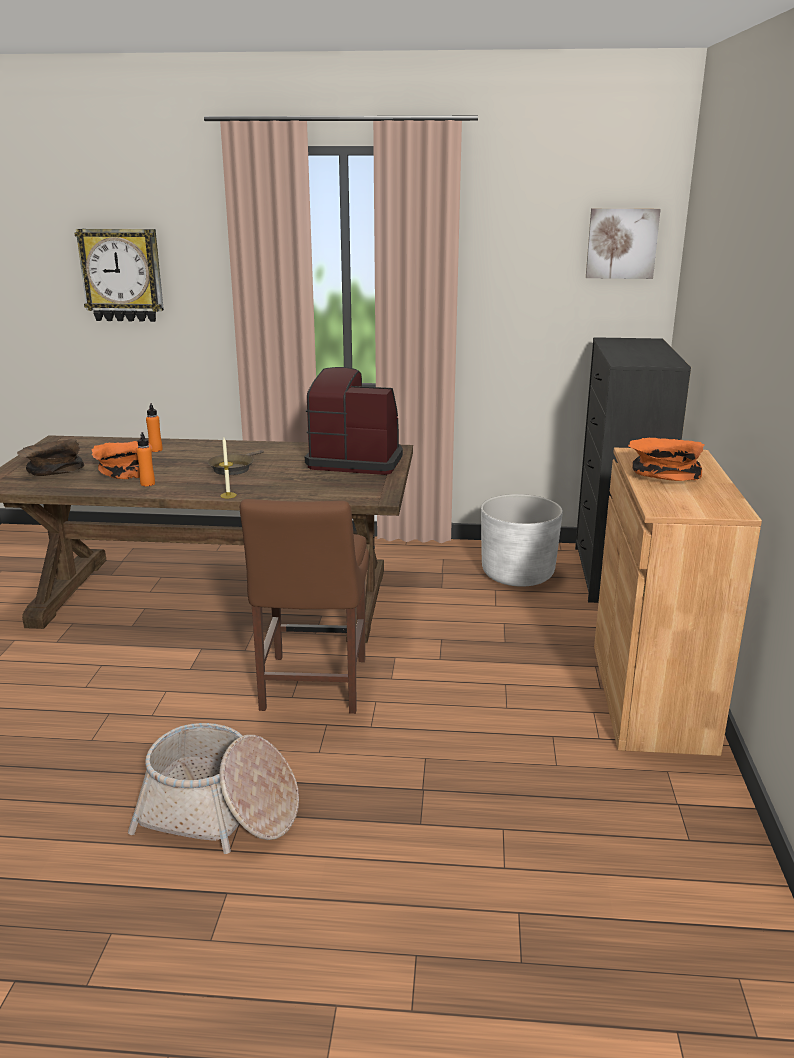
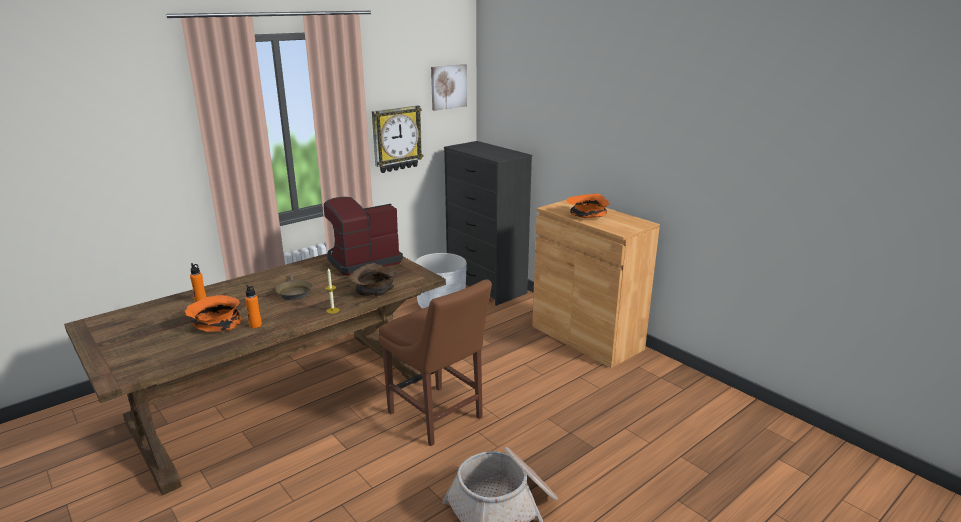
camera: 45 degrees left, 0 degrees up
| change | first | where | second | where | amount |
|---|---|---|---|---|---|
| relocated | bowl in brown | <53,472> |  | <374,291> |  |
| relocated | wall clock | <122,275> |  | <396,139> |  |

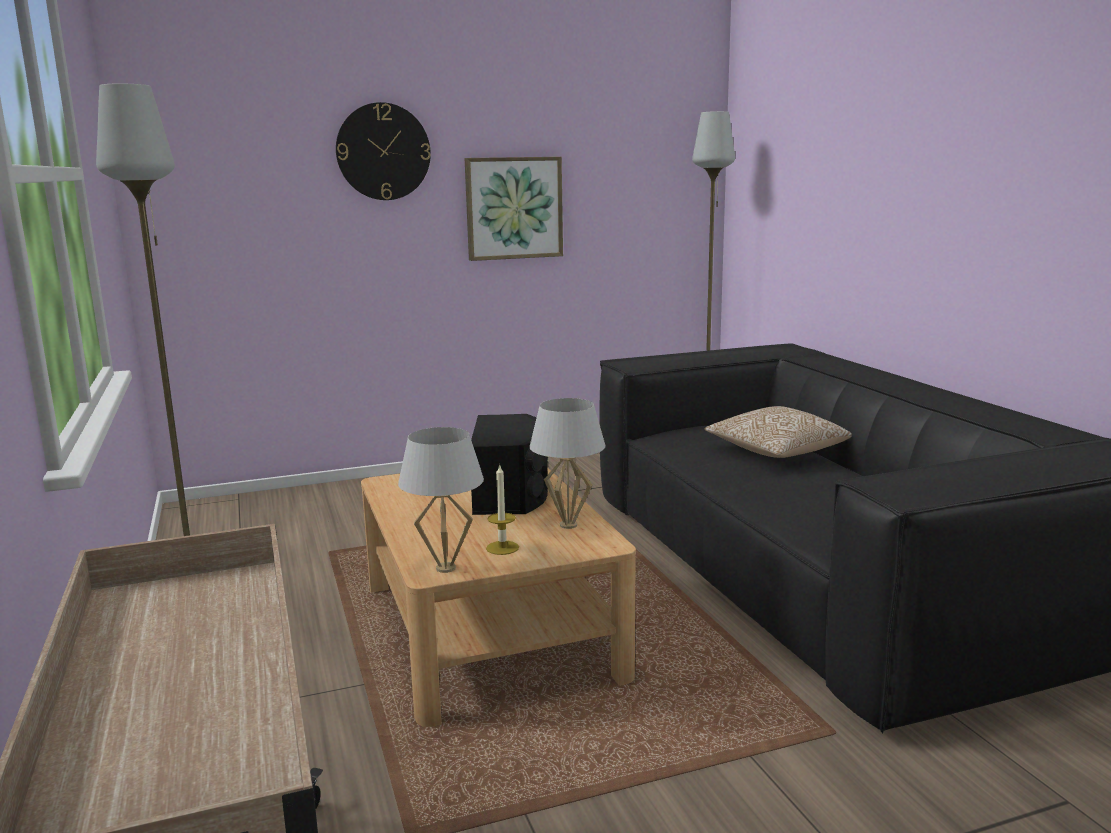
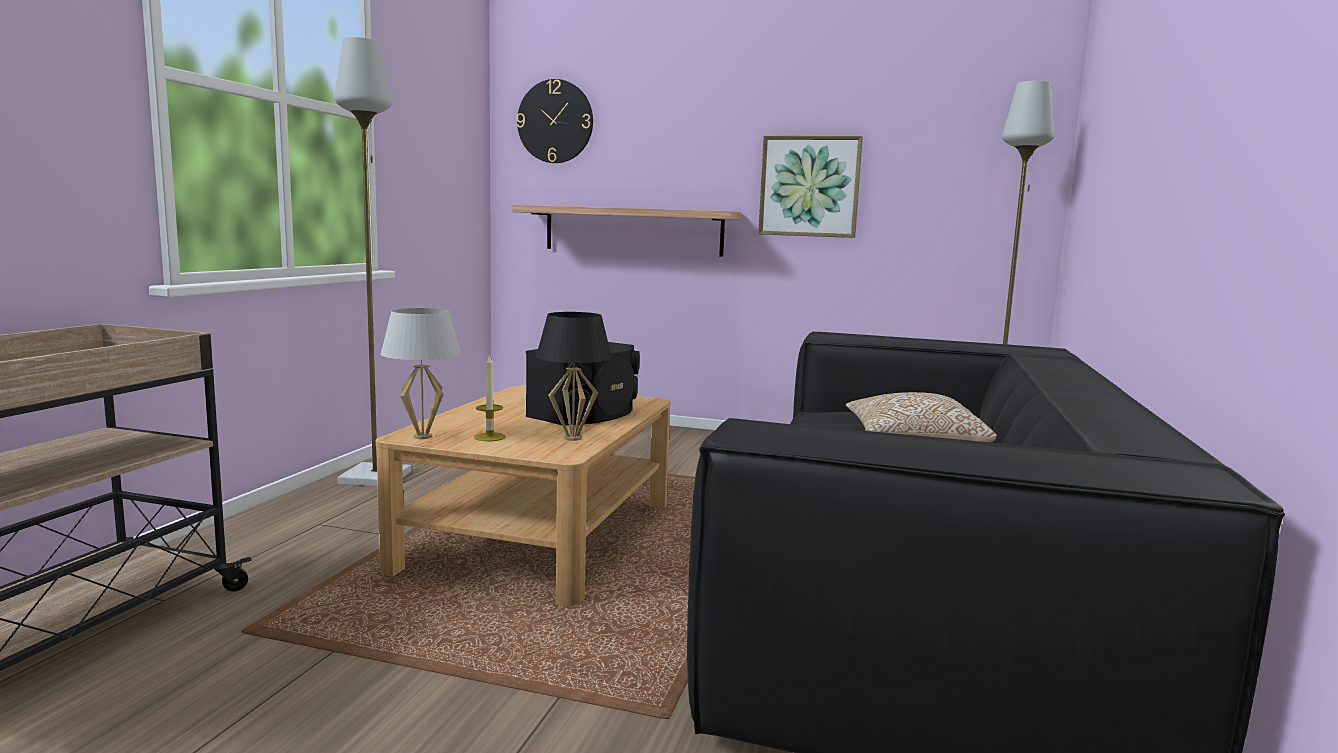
camera: 35 degrees right, 5 degrees down
| change | first | where | second | where | amount |
|---|---|---|---|---|---|
| appeared |  |  | shelf | <633,230> |  |
| relocated | wall clock | <383,152> |  | <555,121> |  |
| colour | table lamp in white | <568,525> | table lamp in black | <572,438> |  |

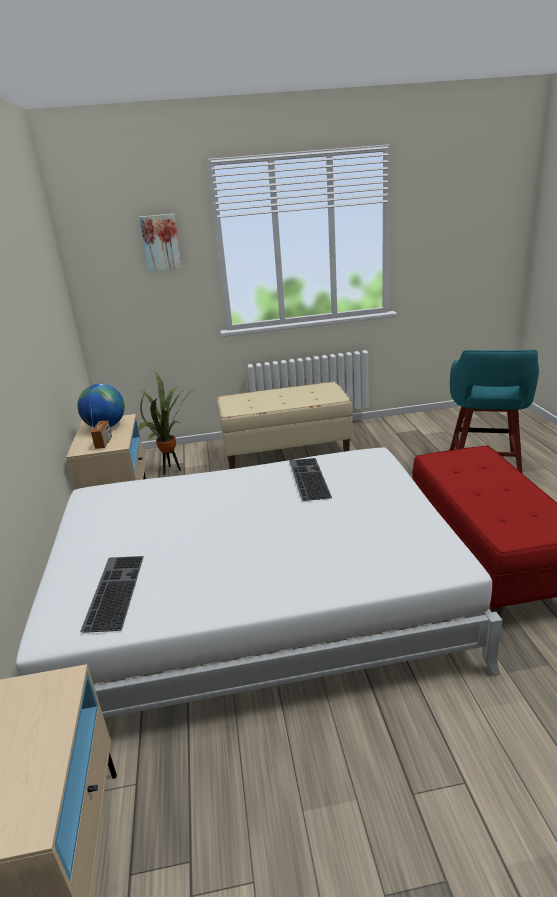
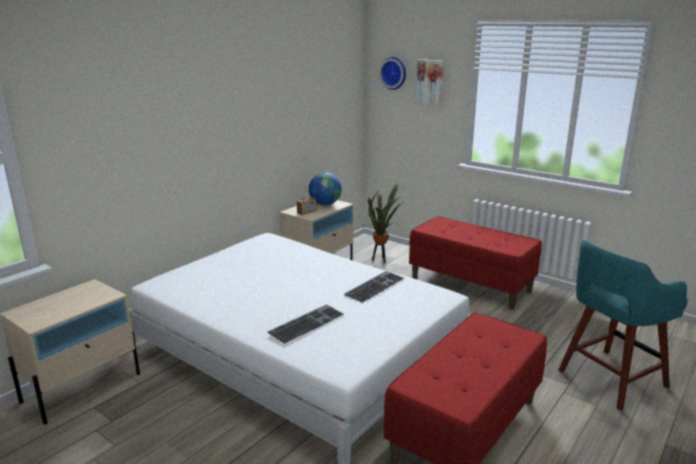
camera: 45 degrees right, 5 degrees down
| change | first | where | second | where | amount |
|---|---|---|---|---|---|
| appeared |  |  | wall clock | <394,73> |  |
| relocated | keyboard | <113,591> |  | <306,322> |  |
| colour | bench in beige | <286,451> | bench in red | <470,284> |  |

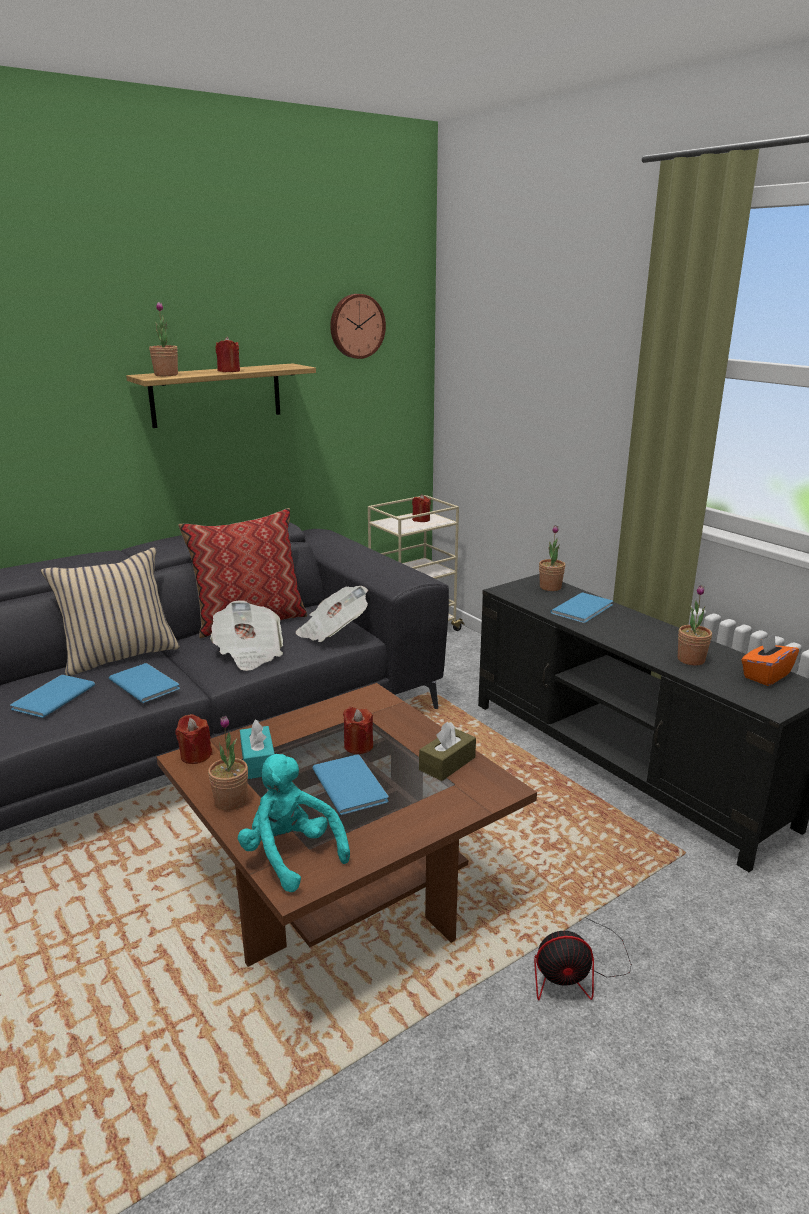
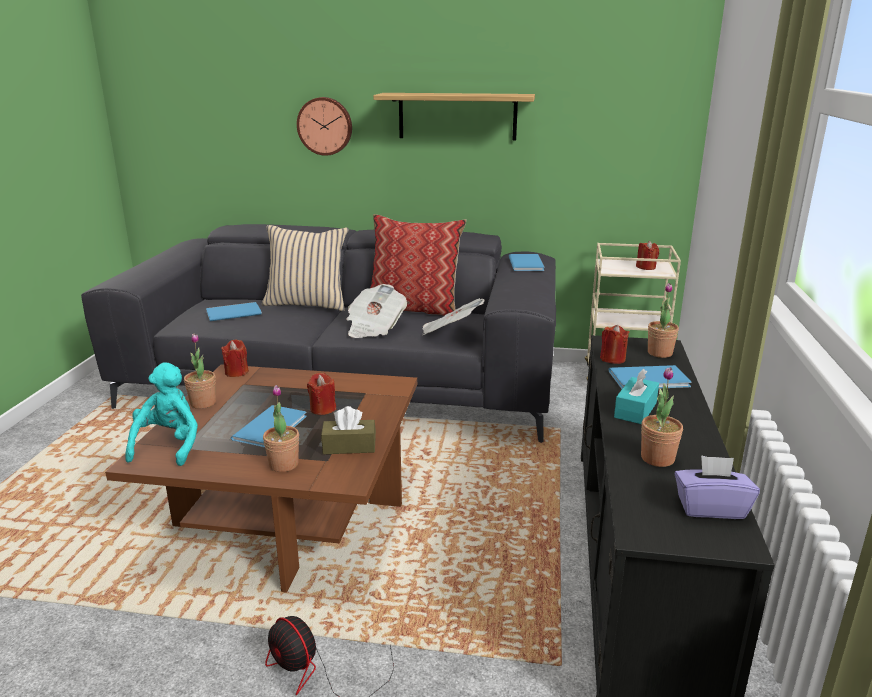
camera: 45 degrees right, 0 degrees up
| change | first | where | second | where | amount |
|---|---|---|---|---|---|
| relocated | book in blue | <145,683> |  | <527,263> |  |
| relocated | potted plant | <166,375> |  | <283,464> |  |
| relocated | candle in red | <229,371> |  | <612,359> |  |
| relocated | tissue box in turquoise | <258,762> |  | <635,410> |  |
| relocated | wall clock | <356,326> |  | <325,126> |  |
| colour | tissue box in orange | <765,675> | tissue box in purple | <710,508> |  |

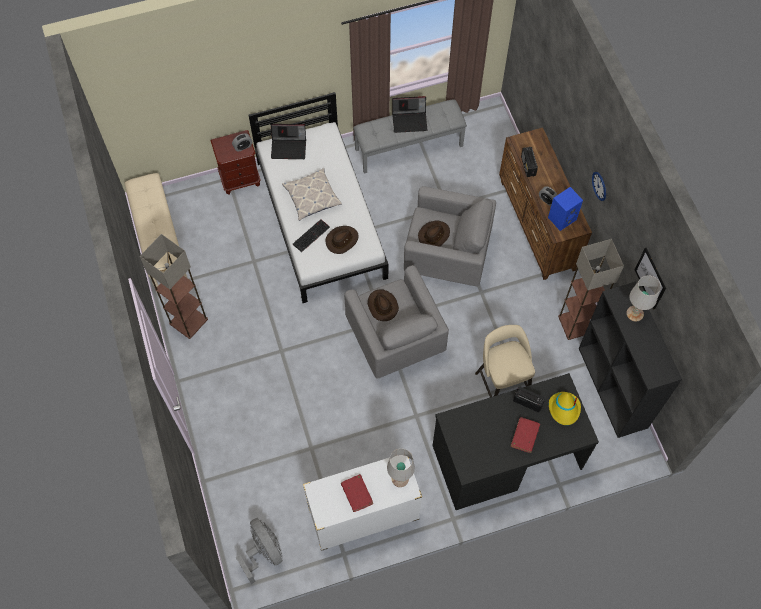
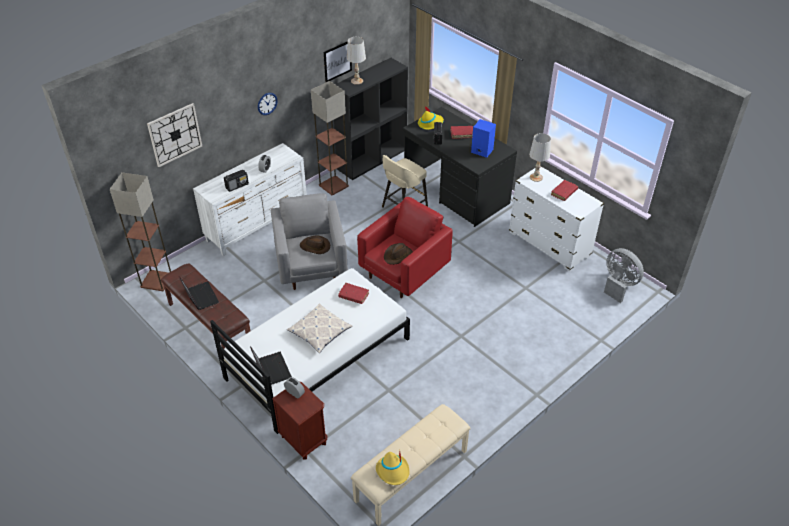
camera: 115 degrees left, 20 degrees down
| change | first | where | second | where | amount |
|---|---|---|---|---|---|
| missing | keyboard | <311,235> |  |  |  |
| appeared |  |  | wall clock | <175,134> |  |
| appeared |  |  | hat in yellow | <393,471> |  |
| relocated | floor lamp | <188,320> |  | <156,281> |  |
| relocated | speaker in blue | <562,218> |  | <481,151> |  |
| exchanged | hat in brown | <342,240> | book in red | <353,295> |  |
| colour | armchair in grey | <394,337> | armchair in red | <404,272> |  |
| colour | bench in grey | <409,147> | bench in brown | <209,324> |  |
| colour | dresser in brown | <537,226> | dresser in white | <257,225> |  |
| spun | fan in grey | <263,552> |  | <618,284> | 105 degrees clockwise |

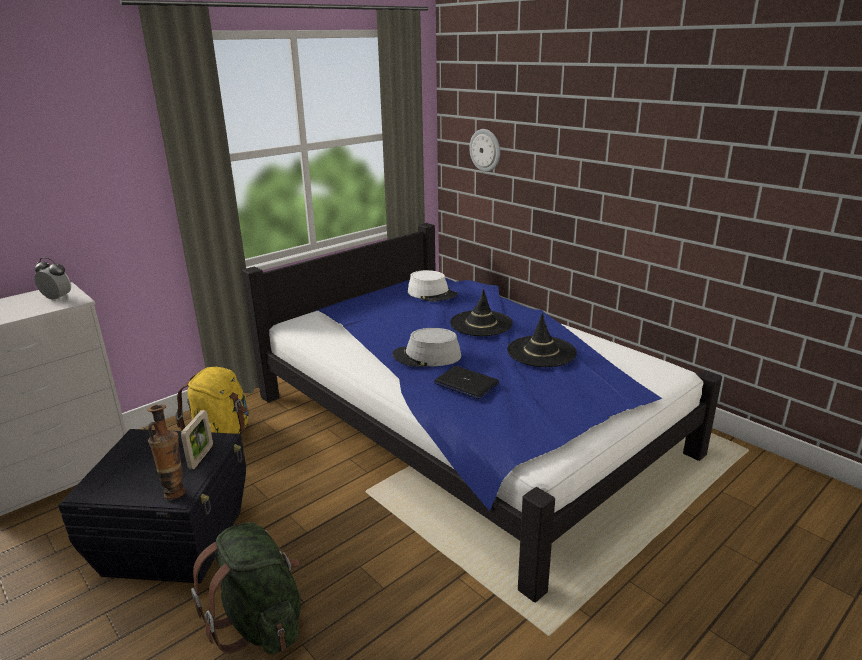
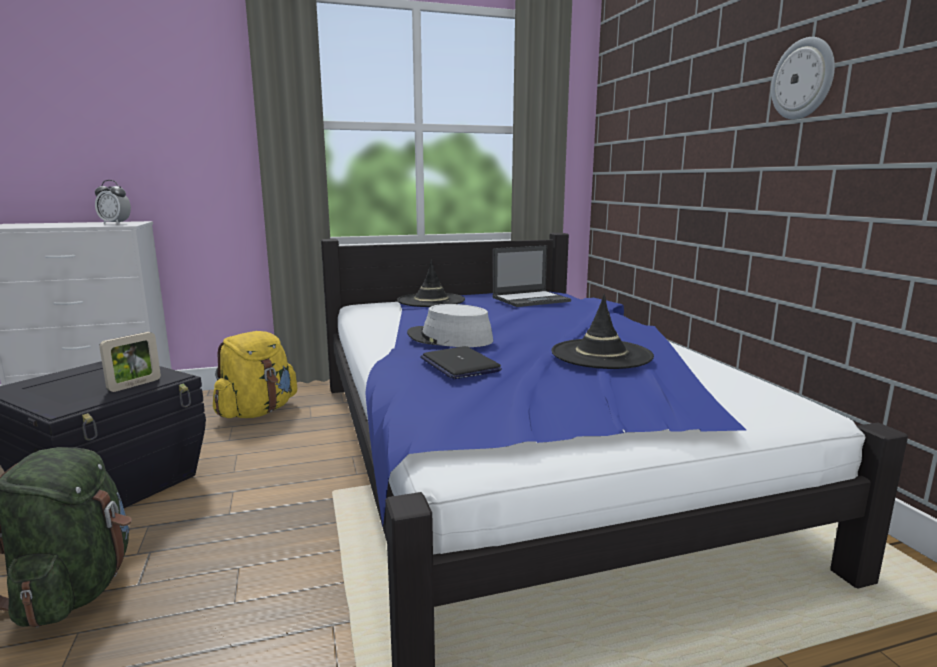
camera: 25 degrees right, 10 degrees down
| change | first | where | second | where | amount |
|---|---|---|---|---|---|
| missing | vase | <175,491> |  |  |  |
| relocated | hat in black | <481,323> |  | <431,300> |  |
| relocated | wall clock | <485,150> |  | <803,79> |  |
| exchanged | hat in white | <432,294> | laptop | <531,299> |  |
| spun | alarm clock | <57,299> |  | <115,223> | 150 degrees clockwise |

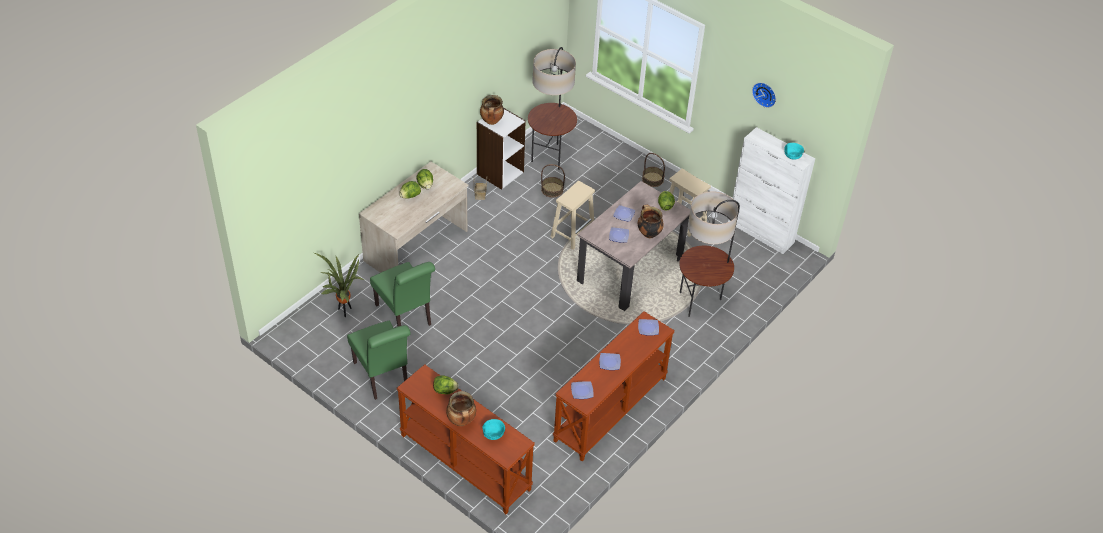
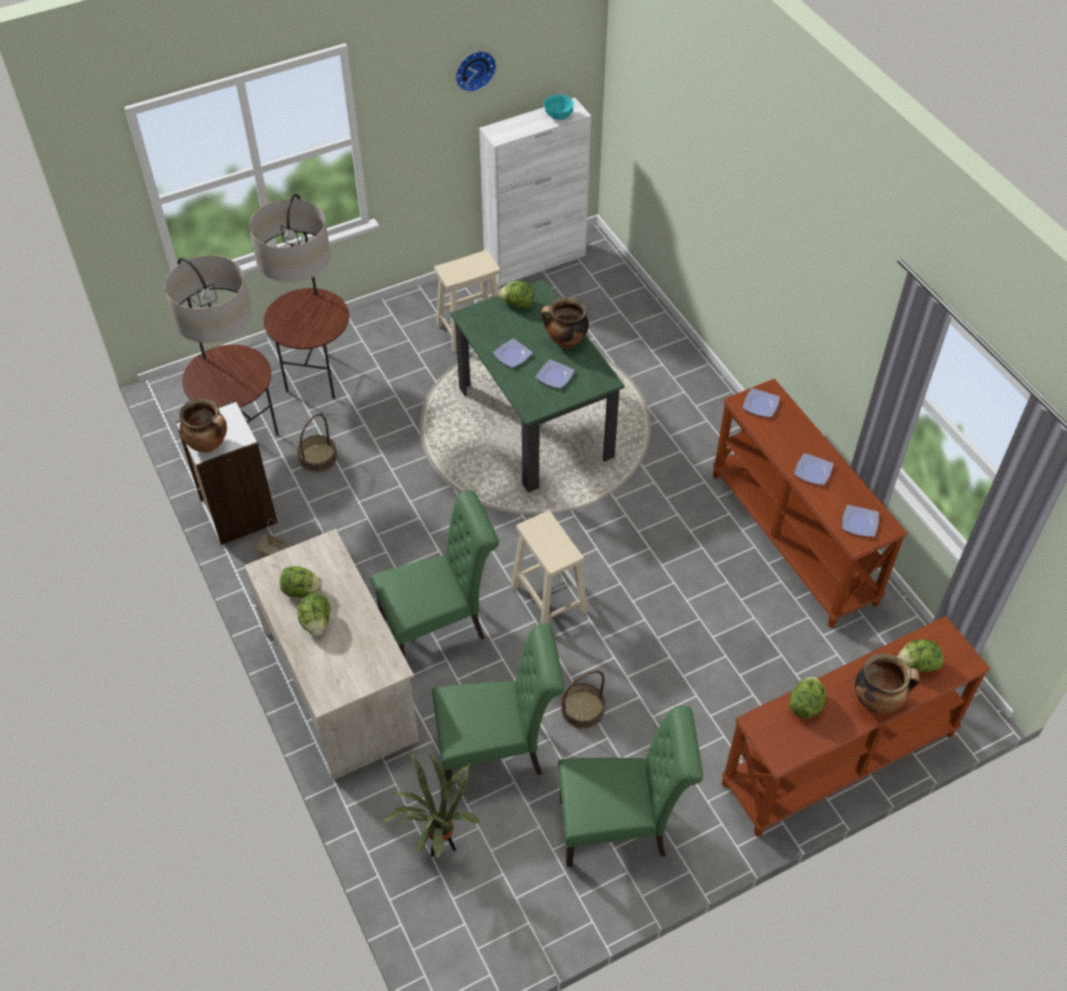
camera: 65 degrees left, 5 degrees up
| change | first | where | second | where | amount |
|---|---|---|---|---|---|
| appeared |  |  | chair in green | <439,627> |  |
| relocated | stool in beige | <573,233> |  | <547,598> |  |
| relocated | basket | <652,179> |  | <582,709> |  |
| relocated | floor lamp | <700,302> |  | <317,376> |  |
| exchanged | bowl in turquoise | <493,434> | lettuce | <917,665> |  |
| colour | dining table in beige | <630,269> | dining table in green | <535,422> |  |

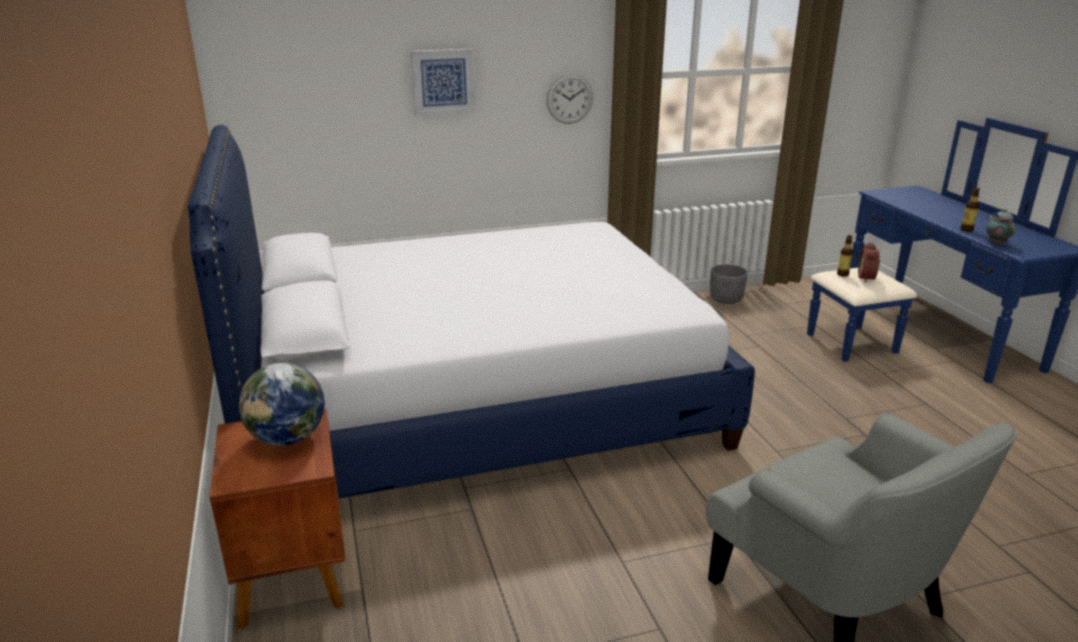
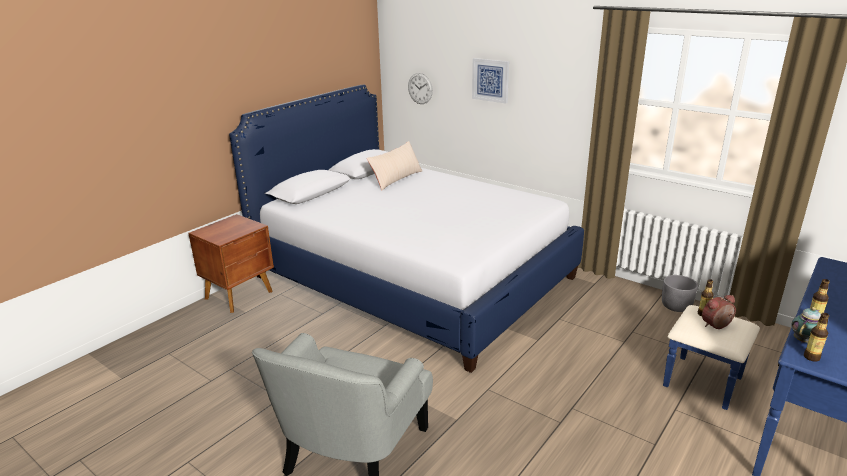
camera: 55 degrees right, 0 degrees up
| change | first | where | second | where | amount |
|---|---|---|---|---|---|
| missing | globe | <287,439> |  |  |  |
| appeared |  |  | pillow in beige | <396,179> |  |
| appeared |  |  | bottle | <811,357> |  |
| relocated | wall clock | <569,99> |  | <420,88> |  |

